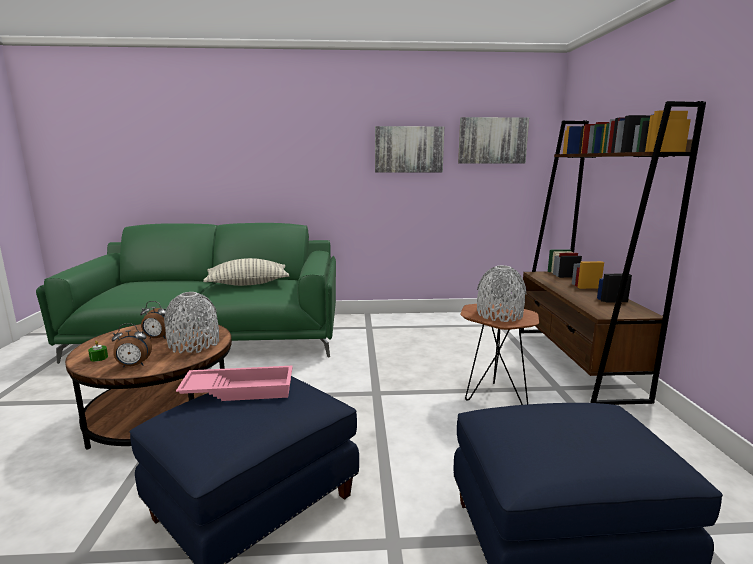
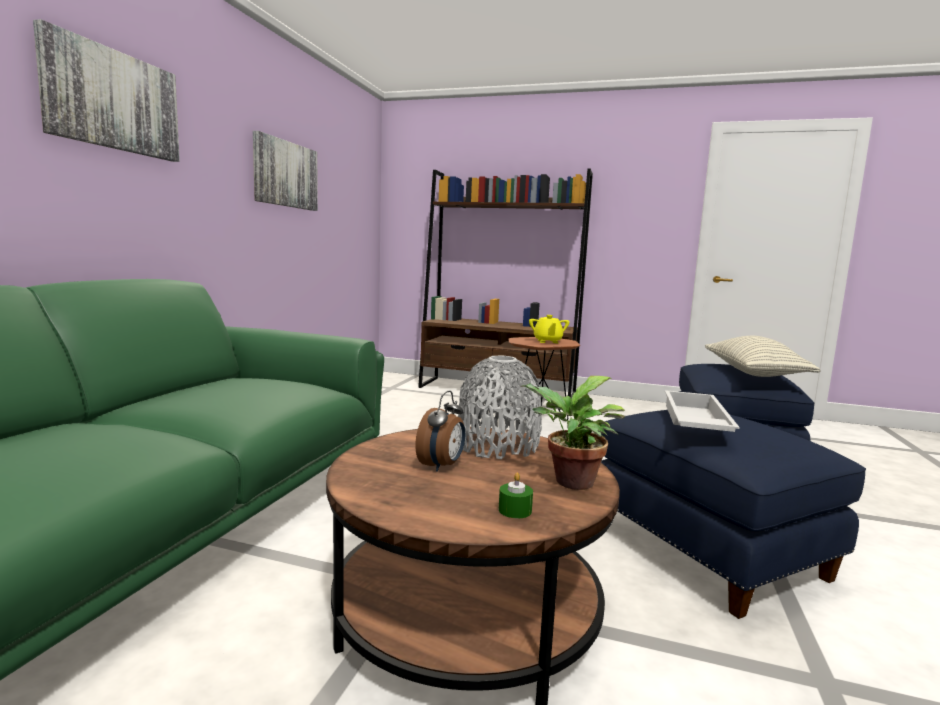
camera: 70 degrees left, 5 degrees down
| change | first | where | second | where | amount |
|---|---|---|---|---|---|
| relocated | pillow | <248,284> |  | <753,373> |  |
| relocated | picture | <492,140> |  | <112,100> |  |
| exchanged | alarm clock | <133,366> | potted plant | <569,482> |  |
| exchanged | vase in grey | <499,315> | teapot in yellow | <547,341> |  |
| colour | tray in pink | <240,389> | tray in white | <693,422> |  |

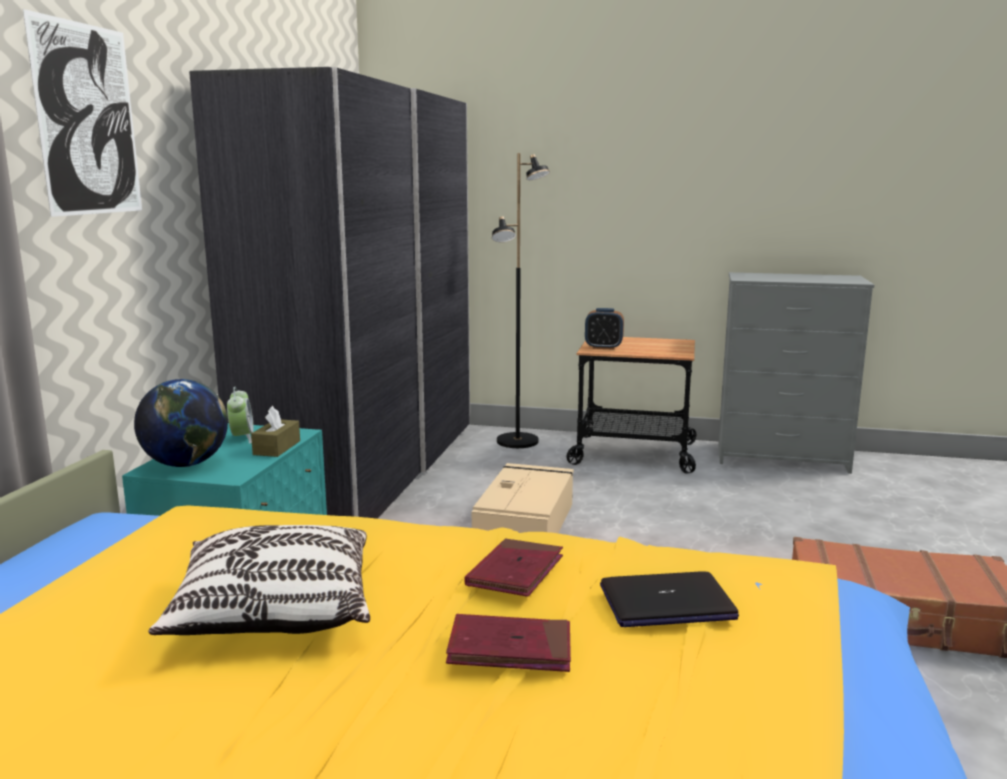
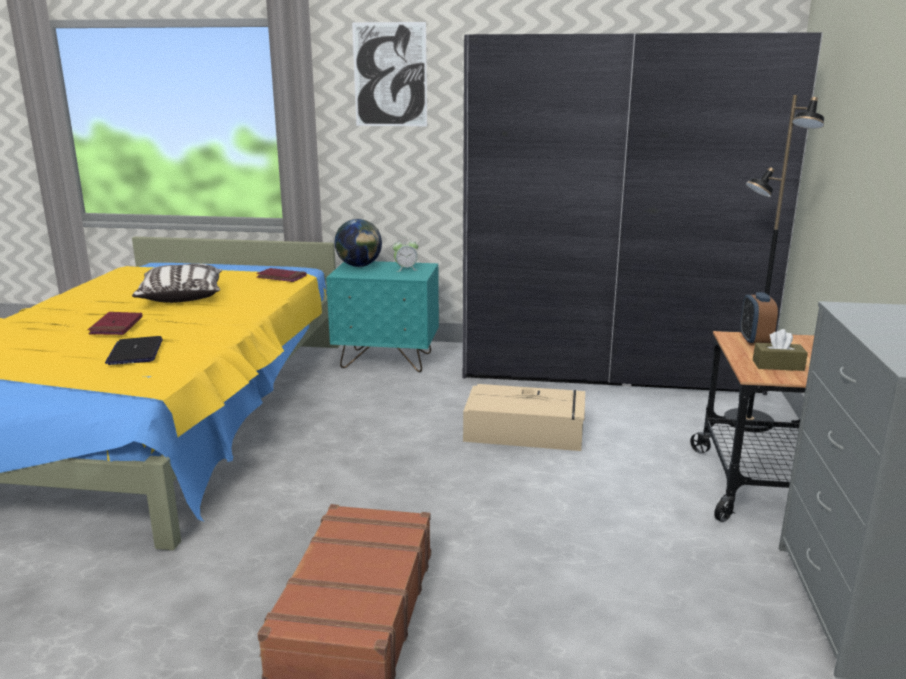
camera: 85 degrees right, 5 degrees up
| change | first | where | second | where | amount |
|---|---|---|---|---|---|
| relocated | tissue box in brown | <277,448> |  | <778,365> |  |
| relocated | book in red | <515,572> |  | <281,277> |  |

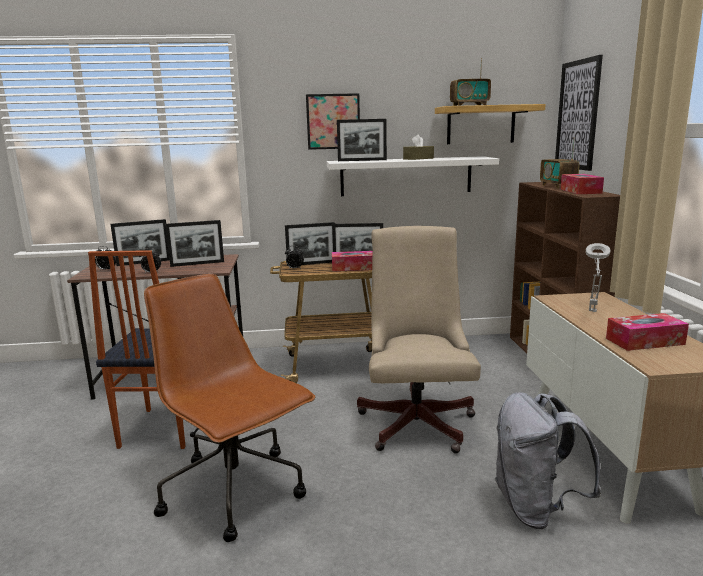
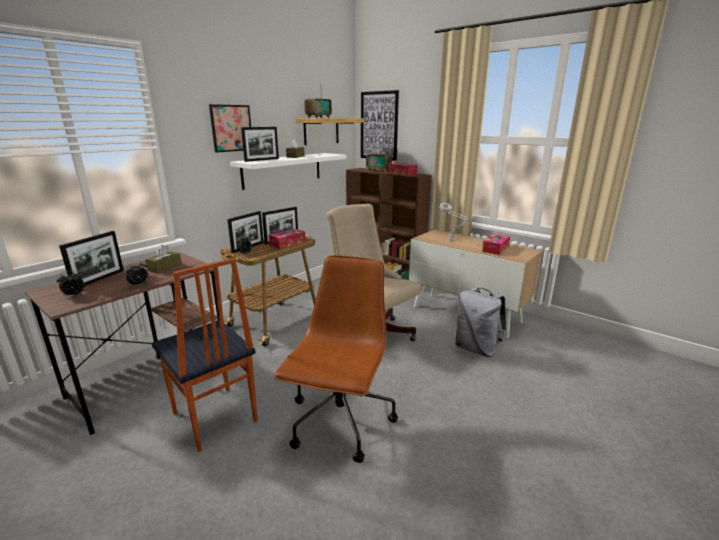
camera: 45 degrees left, 5 degrees up
| change | first | where | second | where | amount |
|---|---|---|---|---|---|
| exchanged | picture frame | <197,264> | tissue box in brown | <165,267> |  |
| spun | office chair in brown | <235,492> |  | <340,423> | 105 degrees clockwise |

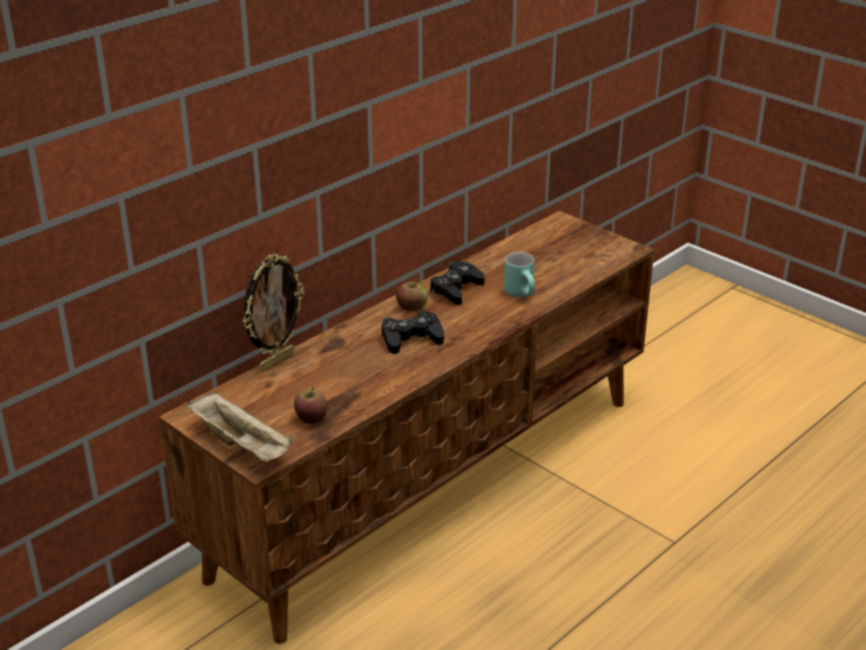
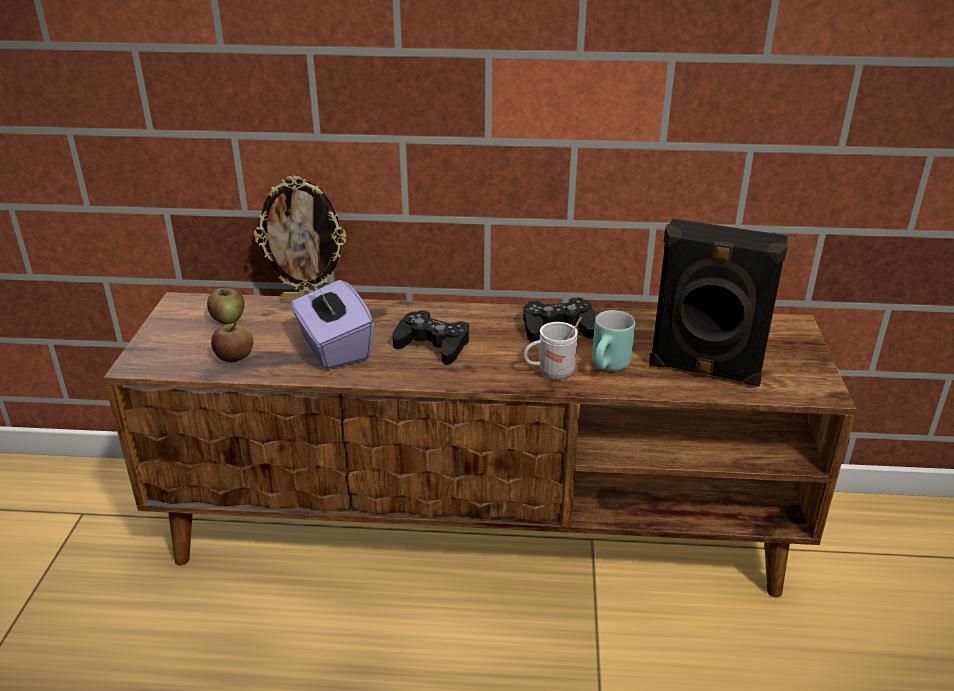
camera: 50 degrees right, 0 degrees up
| change | first | where | second | where | amount |
|---|---|---|---|---|---|
| missing | tray in beige | <242,445> |  |  |  |
| appeared |  |  | tissue box in purple | <334,348> |  |
| appeared |  |  | mug in white | <550,373> |  |
| appeared |  |  | speaker in black | <704,371> |  |
| relocated | apple | <412,307> |  | <228,319> |  |

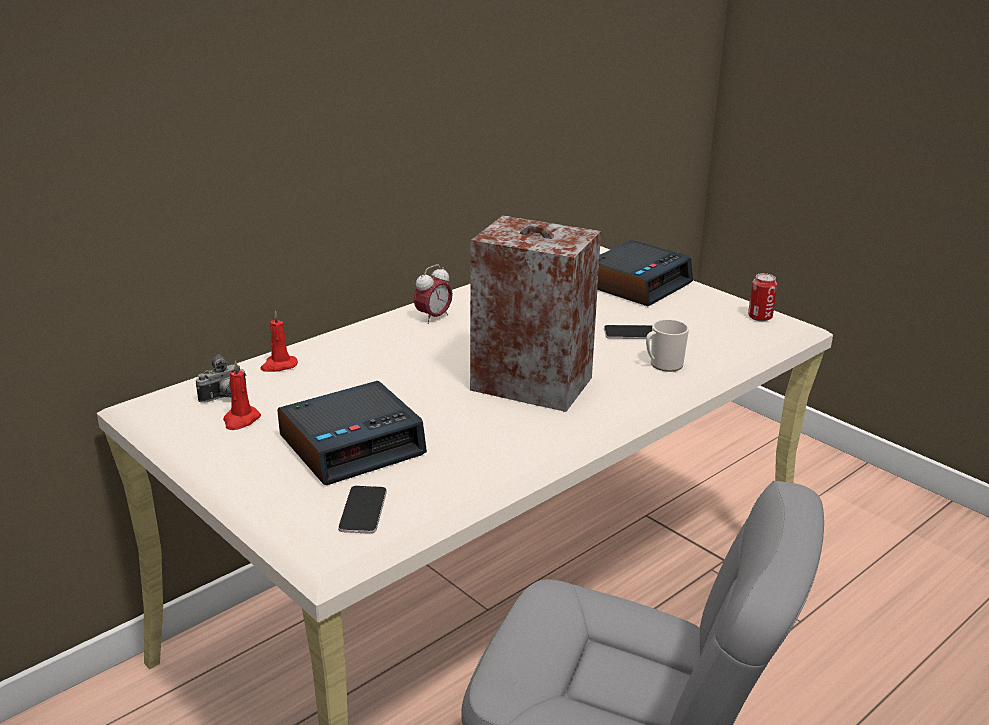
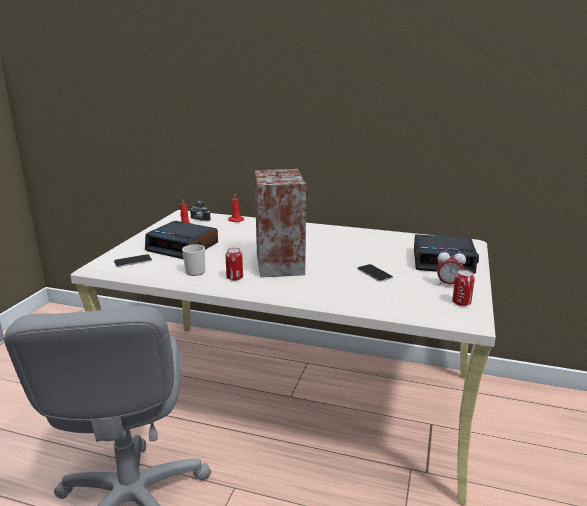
camera: 60 degrees right, 5 degrees down
| change | first | where | second | where | amount |
|---|---|---|---|---|---|
| appeared |  |  | can | <235,278> |  |
| relocated | alarm clock | <433,317> |  | <448,284> |  |
| relocated | mug | <663,365> |  | <193,271> |  |

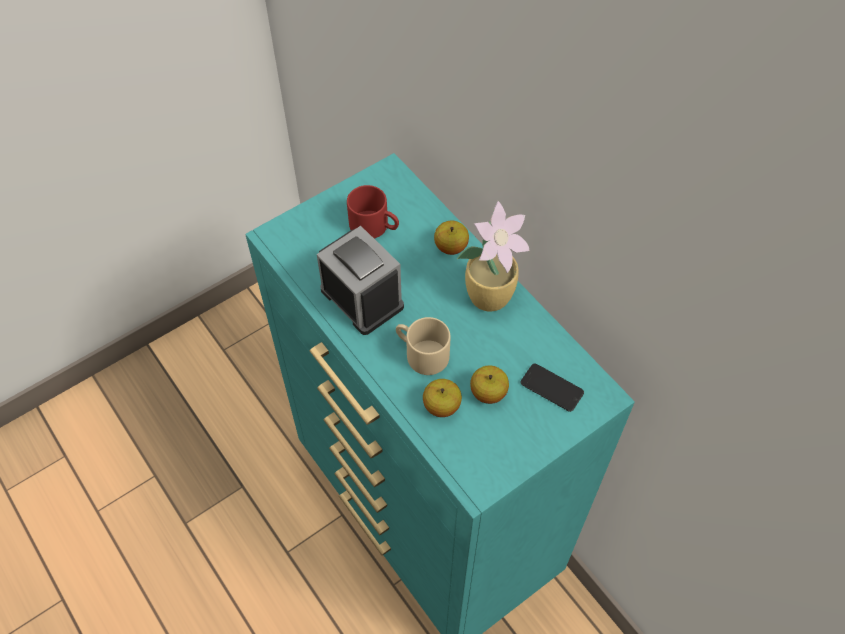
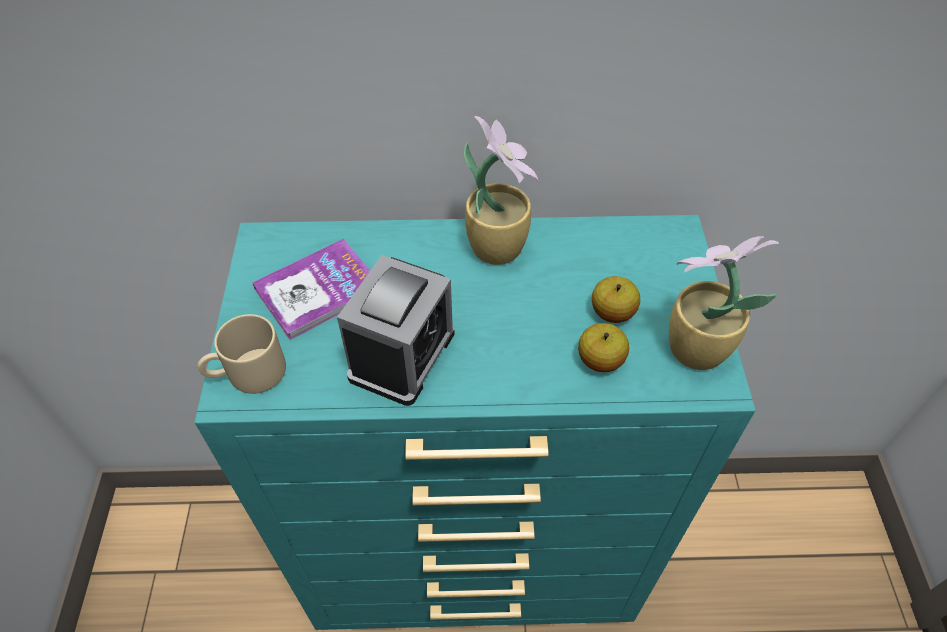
camera: 55 degrees left, 5 degrees down
| change | first | where | second | where | amount |
|---|---|---|---|---|---|
| missing | apple | <451,247> |  |  |  |
| missing | phone | <551,388> |  |  |  |
| appeared |  |  | potted plant | <693,349> |  |
| relocated | mug in beige | <421,354> |  | <247,374> |  |
| exchanged | mug in red | <375,226> | book | <318,290> |  |
| spun | alarm clock | <362,298> |  | <402,355> | 120 degrees clockwise |

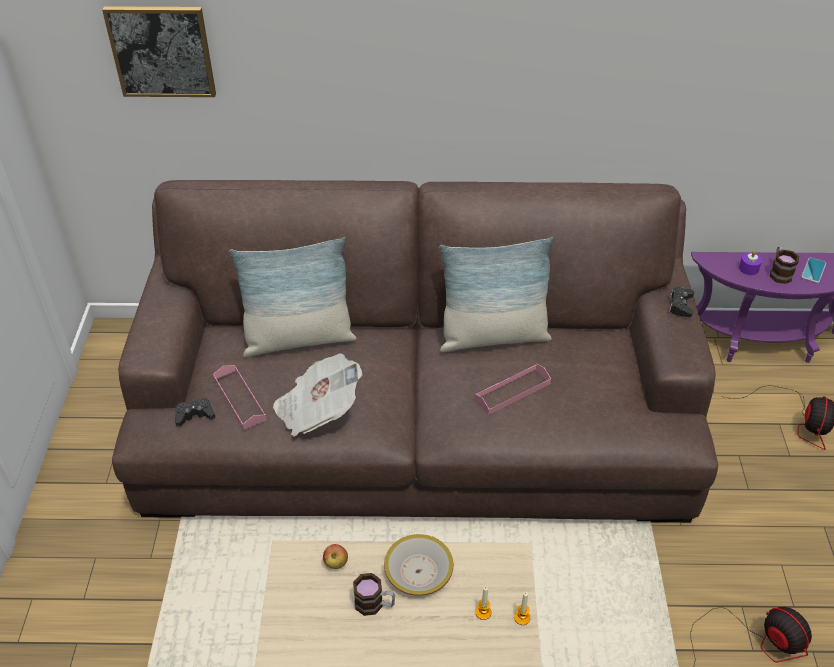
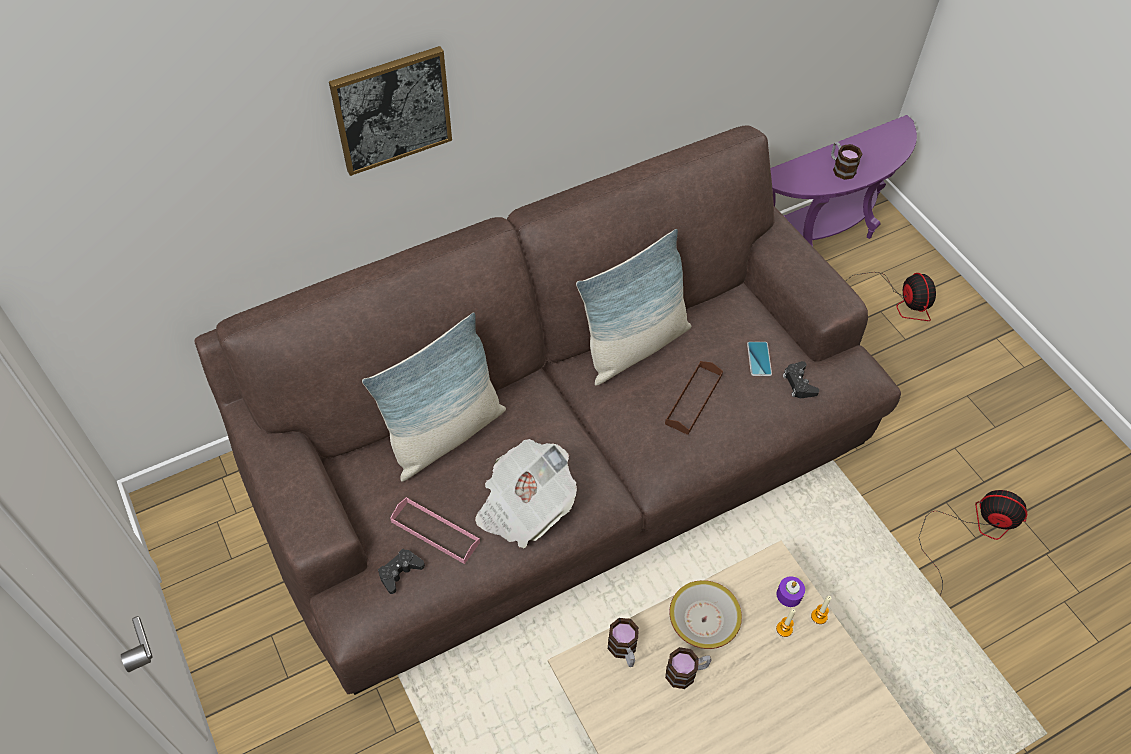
camera: 30 degrees left, 10 degrees up
| change | first | where | second | where | amount |
|---|---|---|---|---|---|
| relocated | picture | <161,51> |  | <392,110> |  |
| relocated | game controller in black | <680,305> |  | <799,383> |  |
| relocated | candle in purple | <748,268> |  | <789,595> |  |
| relocated | phone | <813,270> |  | <759,359> |  |
| exchanged | apple | <336,563> | mug | <624,651> |  |
| colour | tray in pink | <512,391> | tray in brown | <693,399> |  |

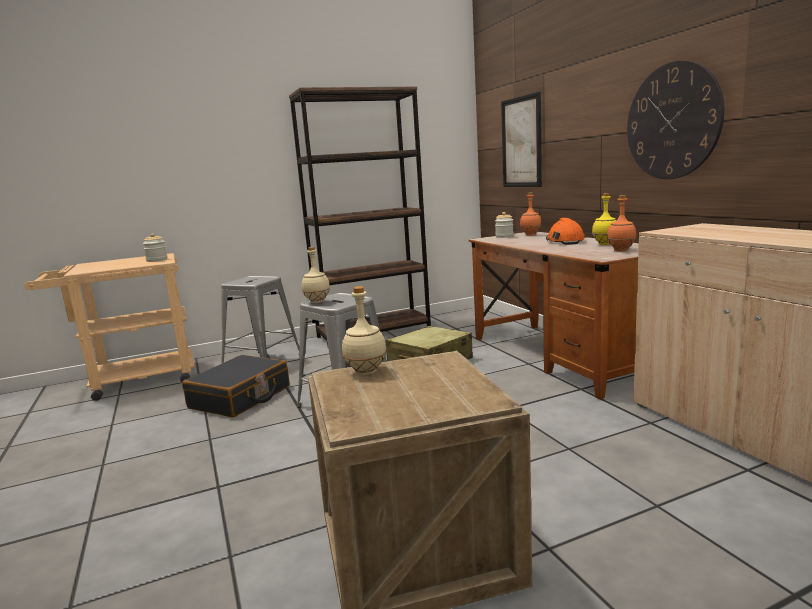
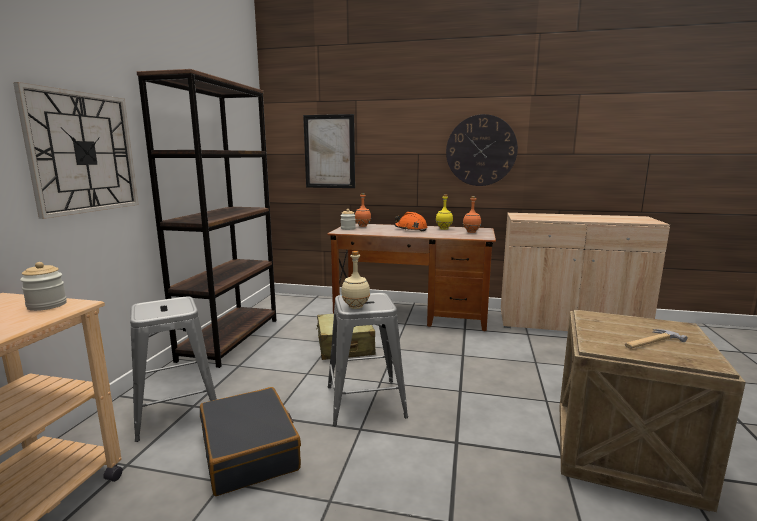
camera: 55 degrees left, 0 degrees up
| change | first | where | second | where | amount |
|---|---|---|---|---|---|
| missing | bottle in beige | <366,372> |  |  |  |
| appeared |  |  | wall clock | <83,153> |  |
| appeared |  |  | hammer | <650,342> |  |

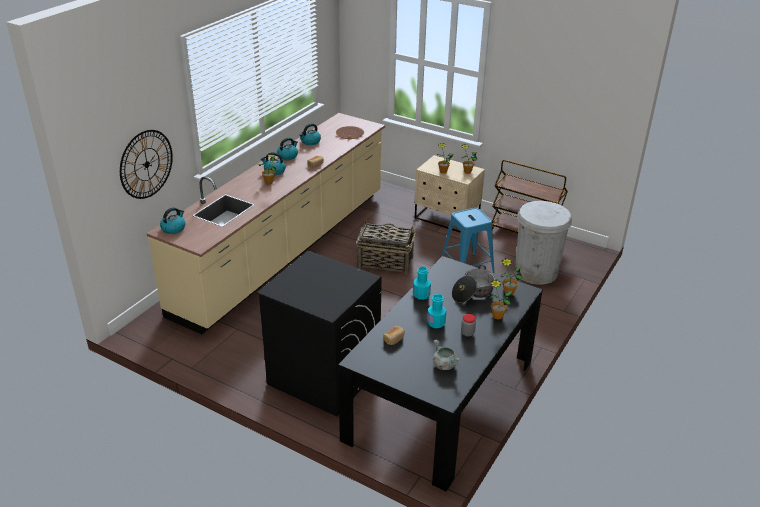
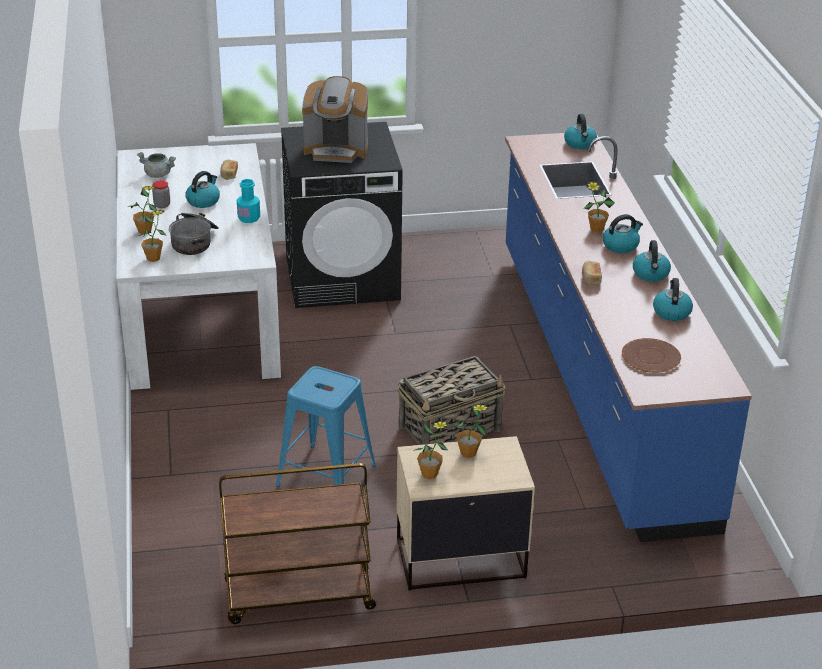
camera: 140 degrees right, 0 degrees up
| change | first | where | second | where | amount |
|---|---|---|---|---|---|
| missing | wall clock | <146,164> |  |  |  |
| missing | trash can in white | <536,272> |  |  |  |
| appeared |  |  | coffee machine | <336,150> |  |
| exchanged | bottle in turquoise | <436,323> | kettle | <203,201> |  |
| colour | counter in beige | <285,250> | counter in blue | <598,377> |  |
| colour | dining table in black | <441,399> | dining table in white | <200,311> |  |

